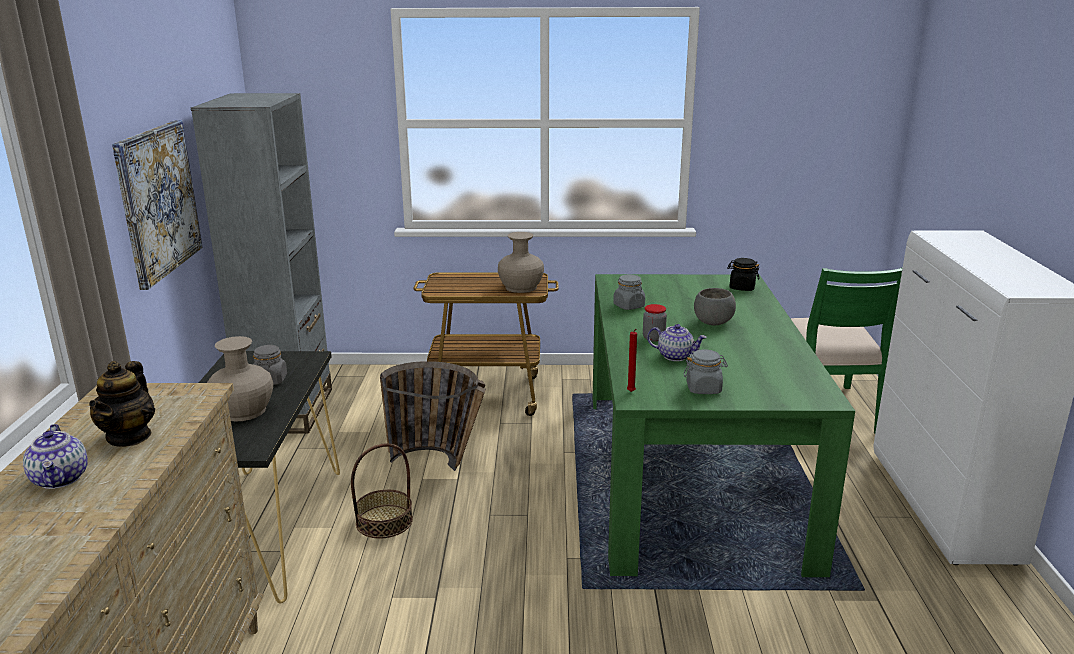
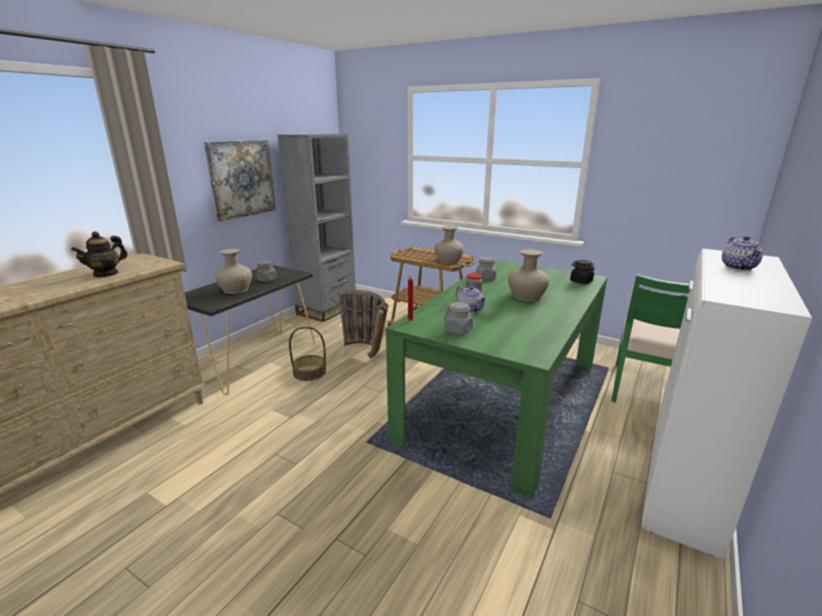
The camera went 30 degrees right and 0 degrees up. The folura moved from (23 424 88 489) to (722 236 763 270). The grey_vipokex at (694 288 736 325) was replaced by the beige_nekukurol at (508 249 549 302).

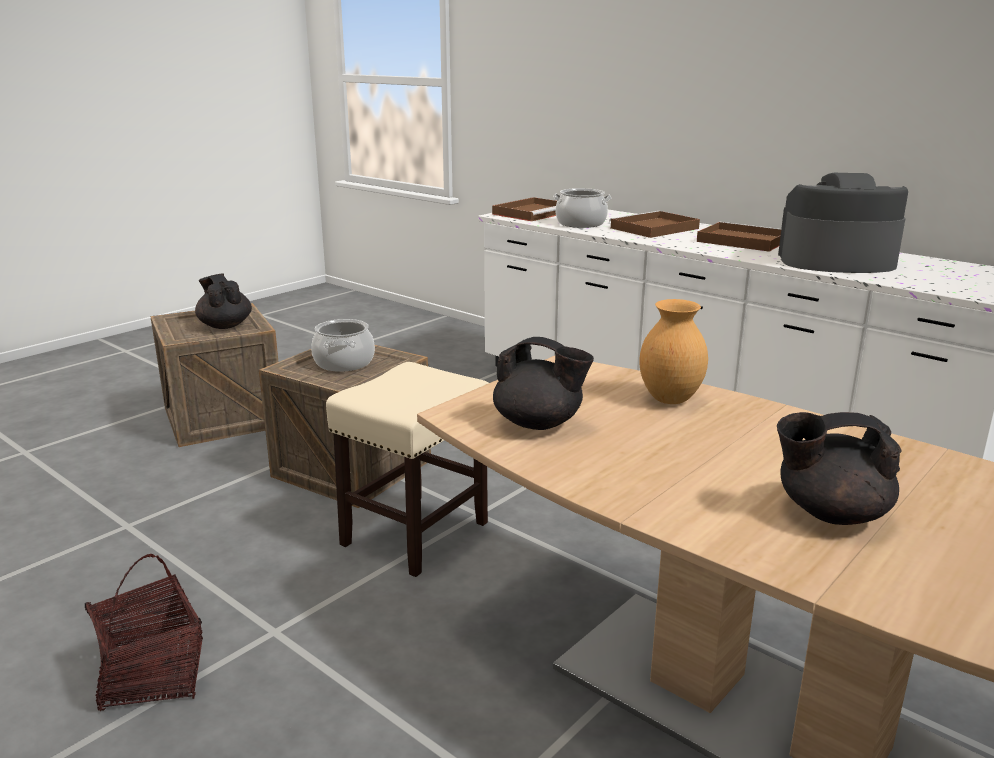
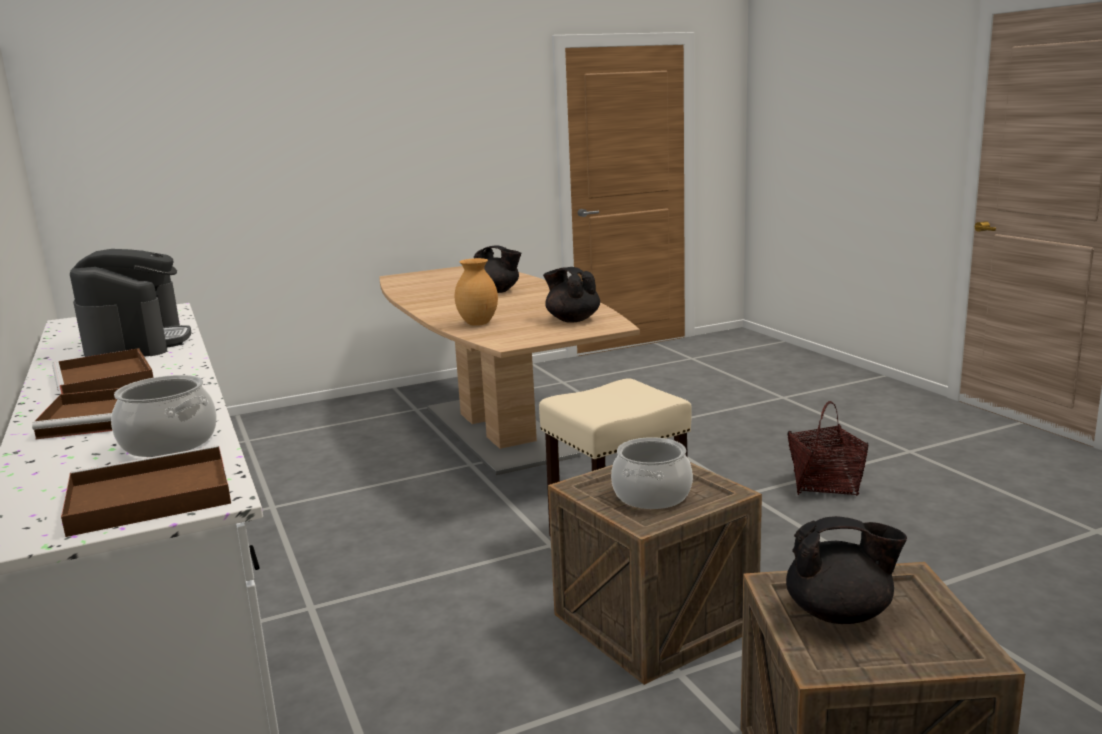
The camera went 155 degrees left and 5 degrees down. The black_folura at (195 273 252 329) turned 75 degrees counterclockwise. The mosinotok at (778 173 908 273) turned 135 degrees counterclockwise.

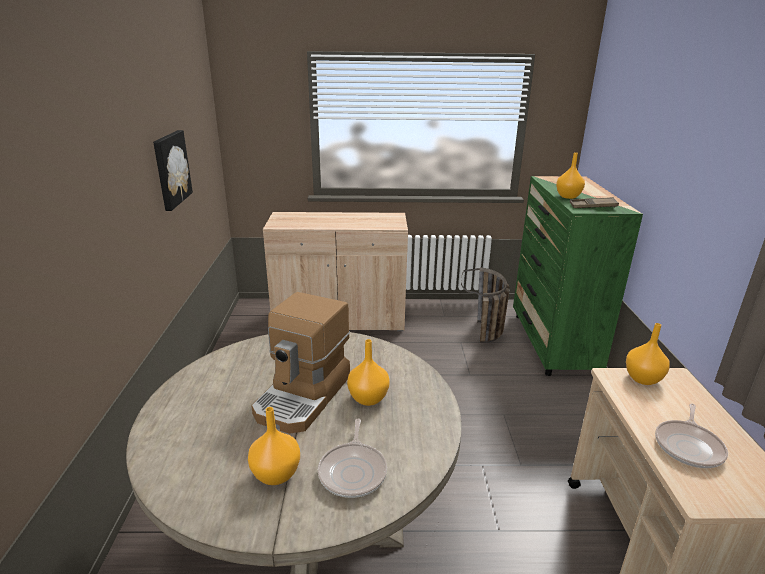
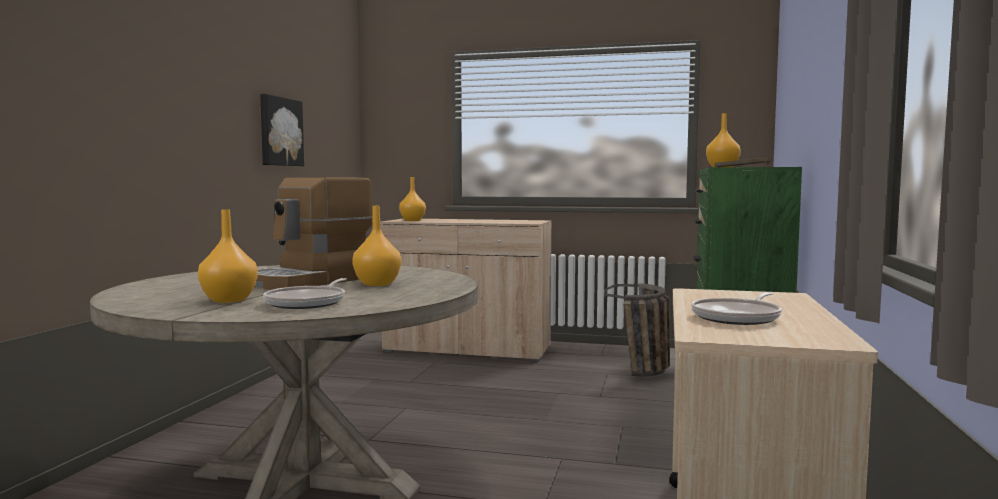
The camera went 15 degrees right and 20 degrees down. The orange_nekukurol moved from (626 323 670 385) to (399 177 426 221).

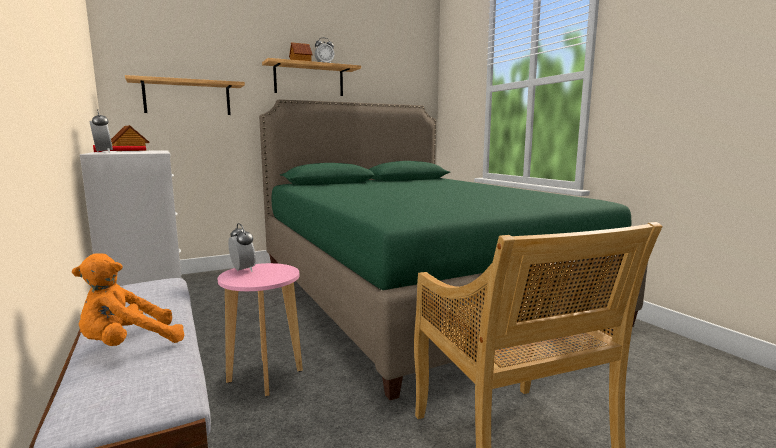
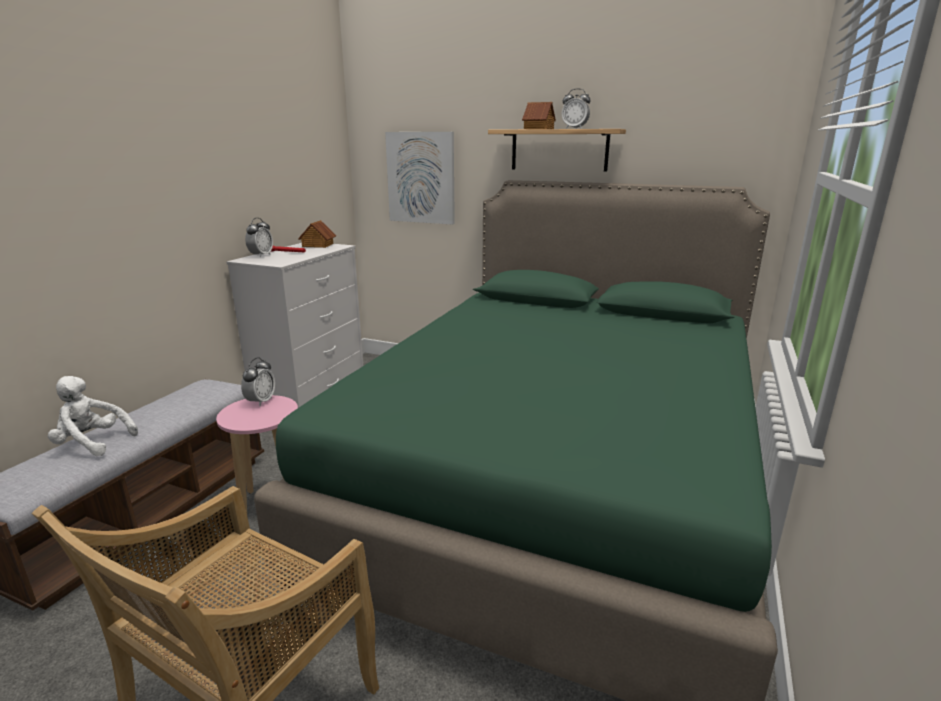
The camera went 50 degrees right and 10 degrees up. The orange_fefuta at (72 253 185 346) became the white_fefuta at (47 376 138 456). The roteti at (125 75 245 115) was replaced by the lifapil at (385 132 455 225).

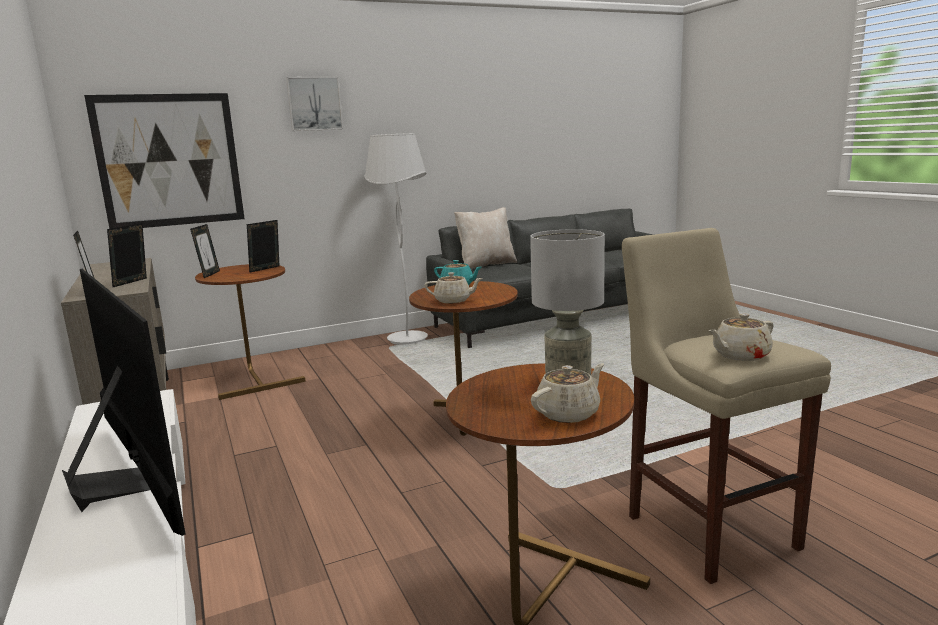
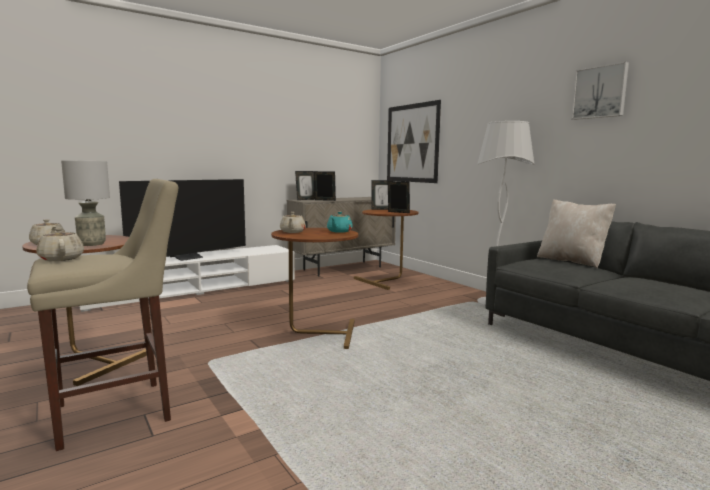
The camera went 80 degrees right and 5 degrees down. The lifapil moved from (286 77 343 131) to (572 62 629 120).

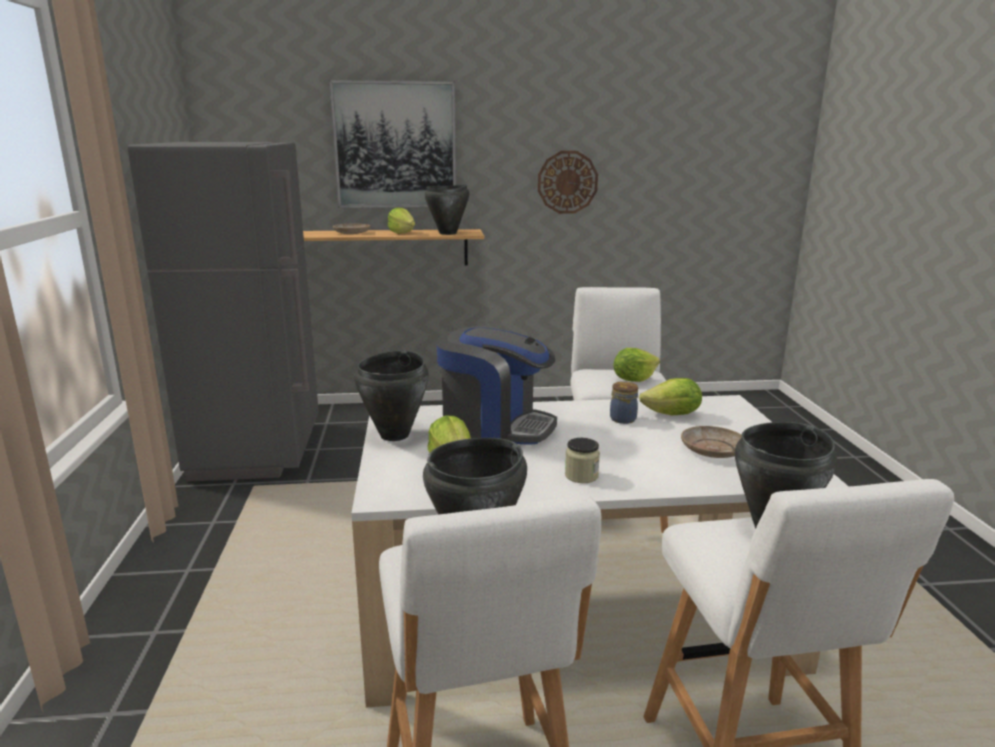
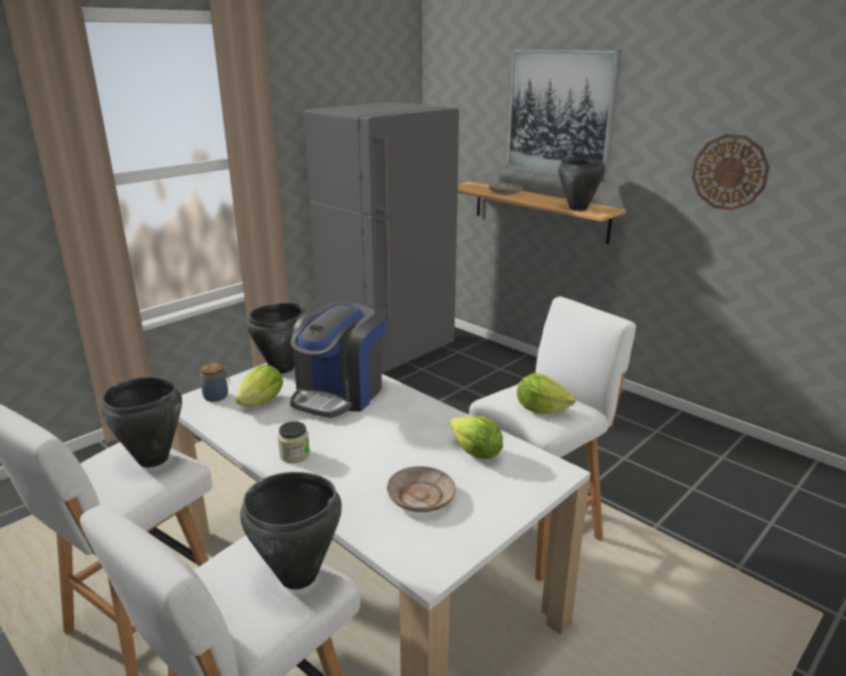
The camera went 50 degrees right and 5 degrees up. The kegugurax at (388 207 415 234) disappeared. The mosinotok at (437 326 557 445) turned 45 degrees clockwise. The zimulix moved from (610 381 638 424) to (200 363 230 402).

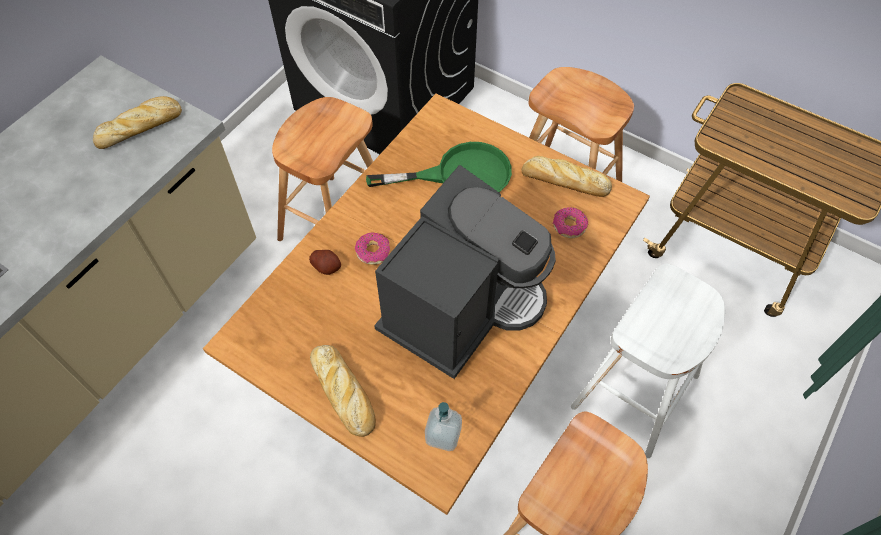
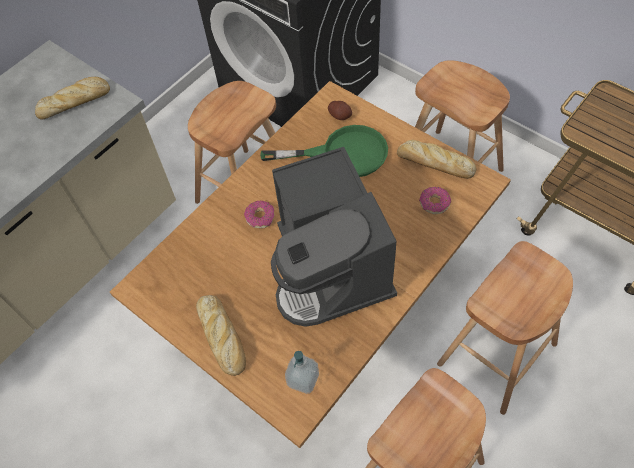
The camera went 10 degrees right and 0 degrees up. The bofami moved from (309 250 341 275) to (328 101 352 120). The mosinotok at (374 165 556 379) turned 120 degrees clockwise. The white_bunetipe at (571 264 725 458) became the brown_bunetipe at (437 241 573 415).

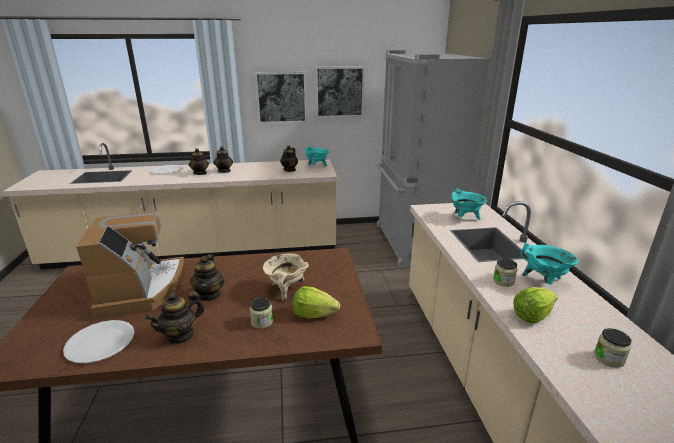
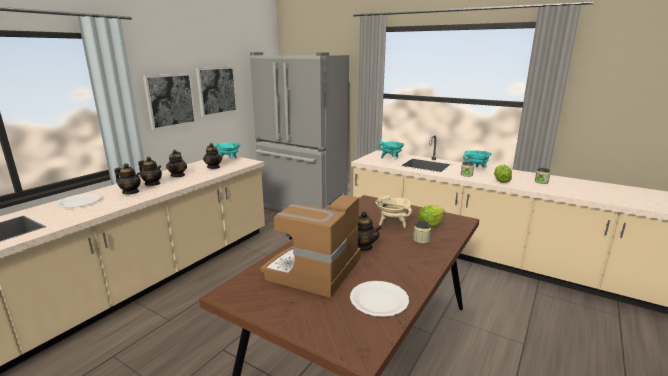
The camera went 50 degrees left and 5 degrees down. The mosinotok at (76 212 184 320) turned 90 degrees counterclockwise. The folura moved from (146 291 204 345) to (166 150 187 177).

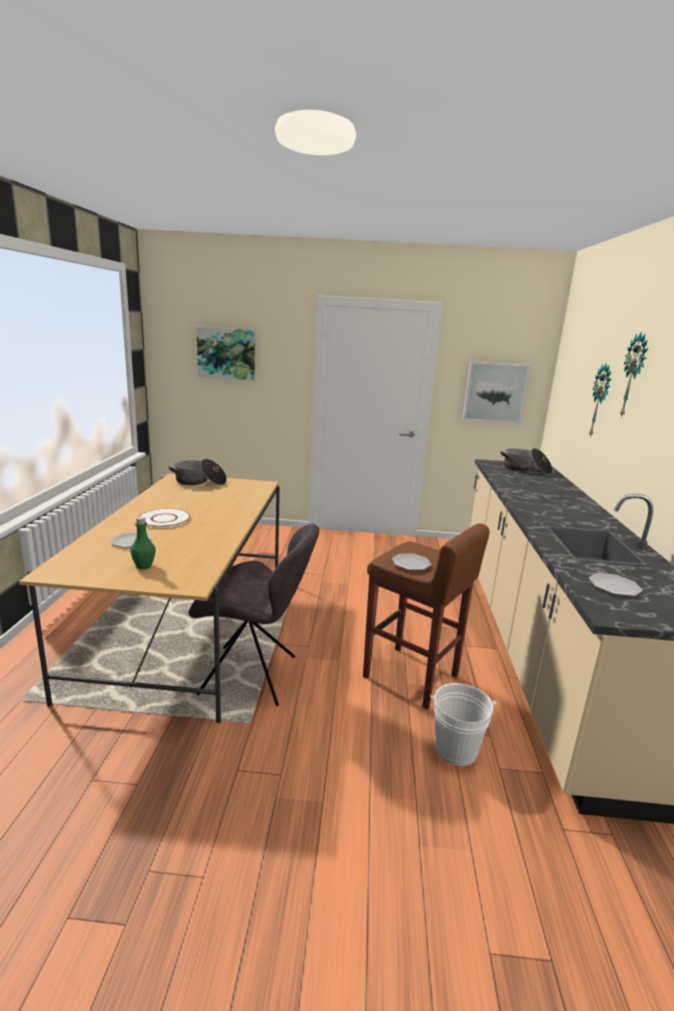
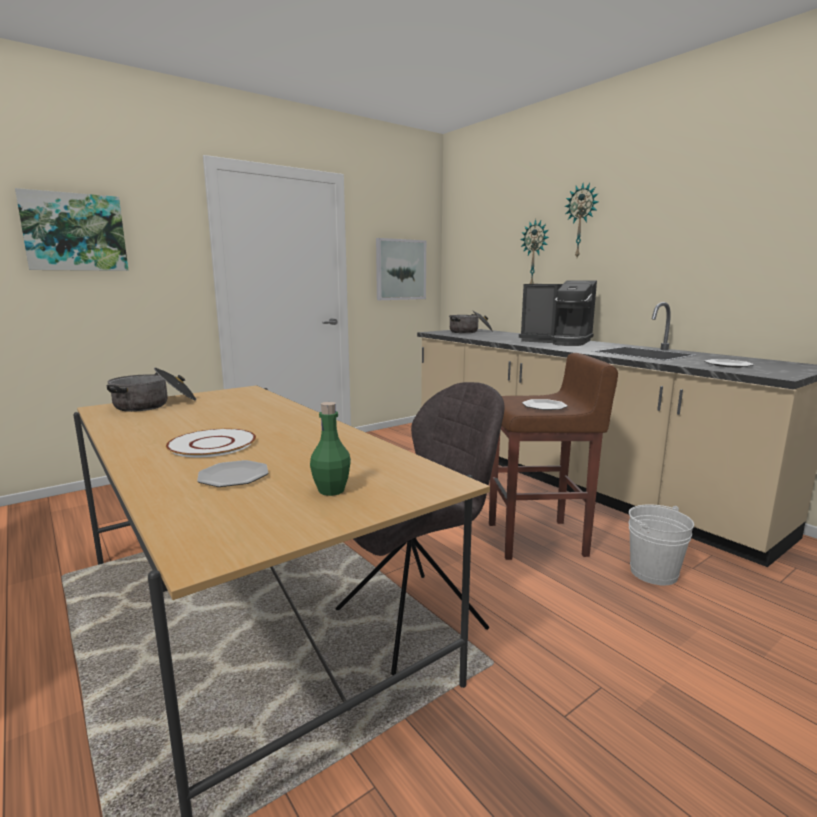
The camera went 40 degrees left and 5 degrees down. The mosinotok at (519 280 597 346) appeared.

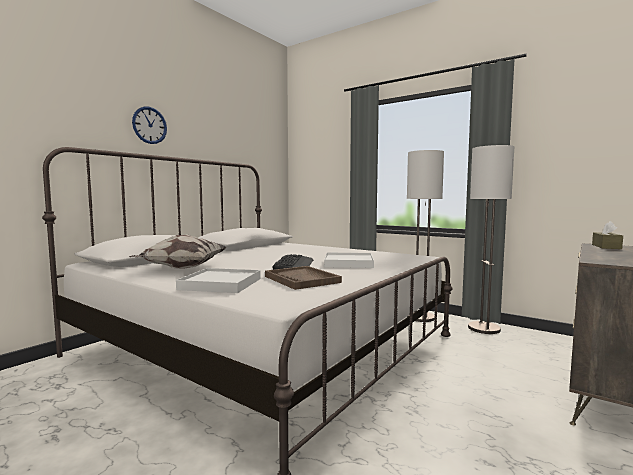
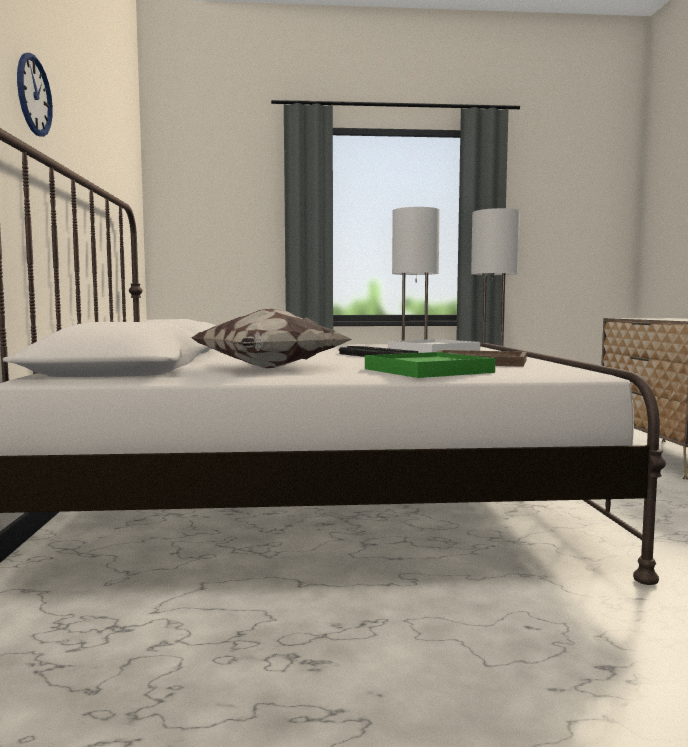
The camera went 40 degrees left and 0 degrees up. The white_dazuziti at (176 268 261 293) became the green_dazuziti at (365 352 495 378). The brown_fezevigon at (592 221 623 249) disappeared.

